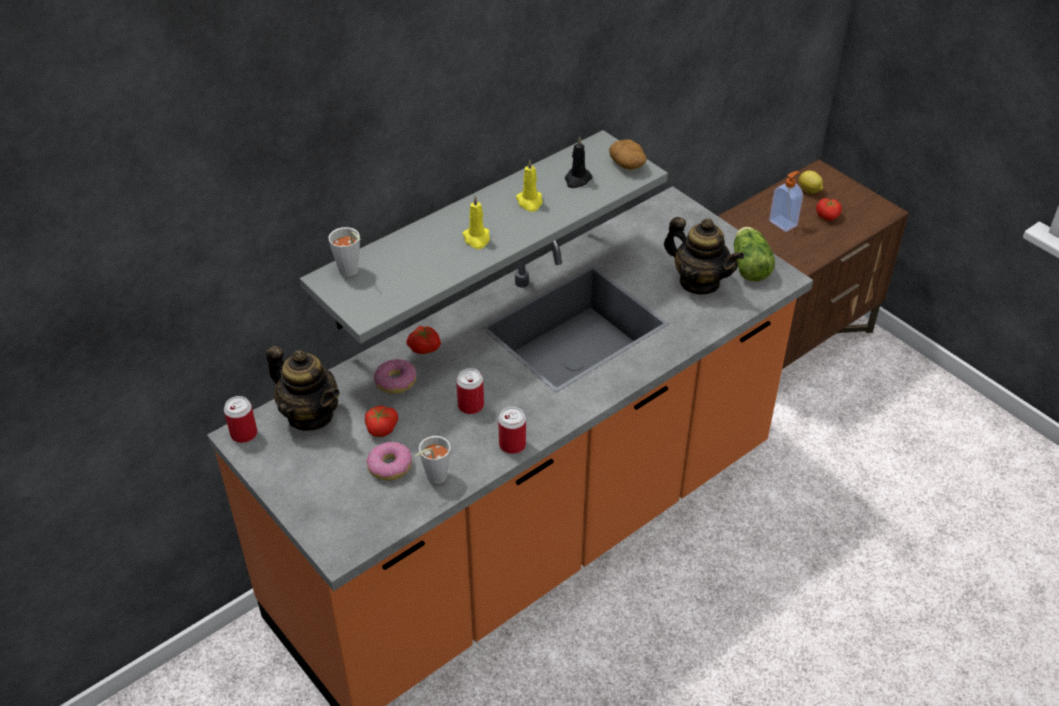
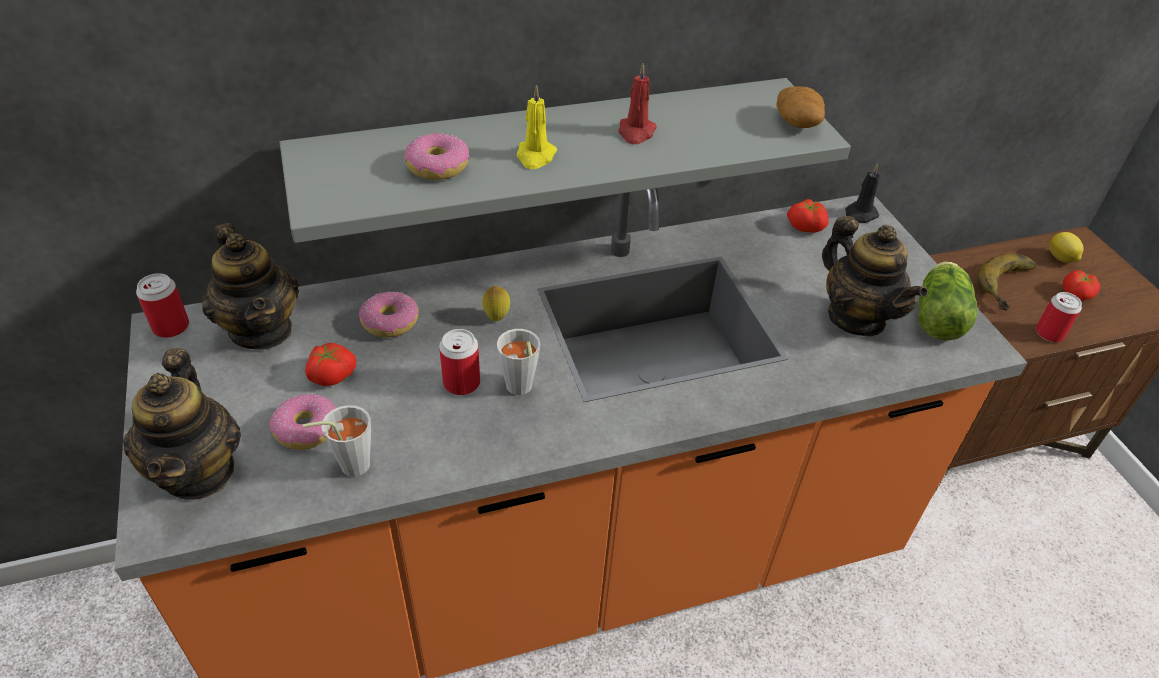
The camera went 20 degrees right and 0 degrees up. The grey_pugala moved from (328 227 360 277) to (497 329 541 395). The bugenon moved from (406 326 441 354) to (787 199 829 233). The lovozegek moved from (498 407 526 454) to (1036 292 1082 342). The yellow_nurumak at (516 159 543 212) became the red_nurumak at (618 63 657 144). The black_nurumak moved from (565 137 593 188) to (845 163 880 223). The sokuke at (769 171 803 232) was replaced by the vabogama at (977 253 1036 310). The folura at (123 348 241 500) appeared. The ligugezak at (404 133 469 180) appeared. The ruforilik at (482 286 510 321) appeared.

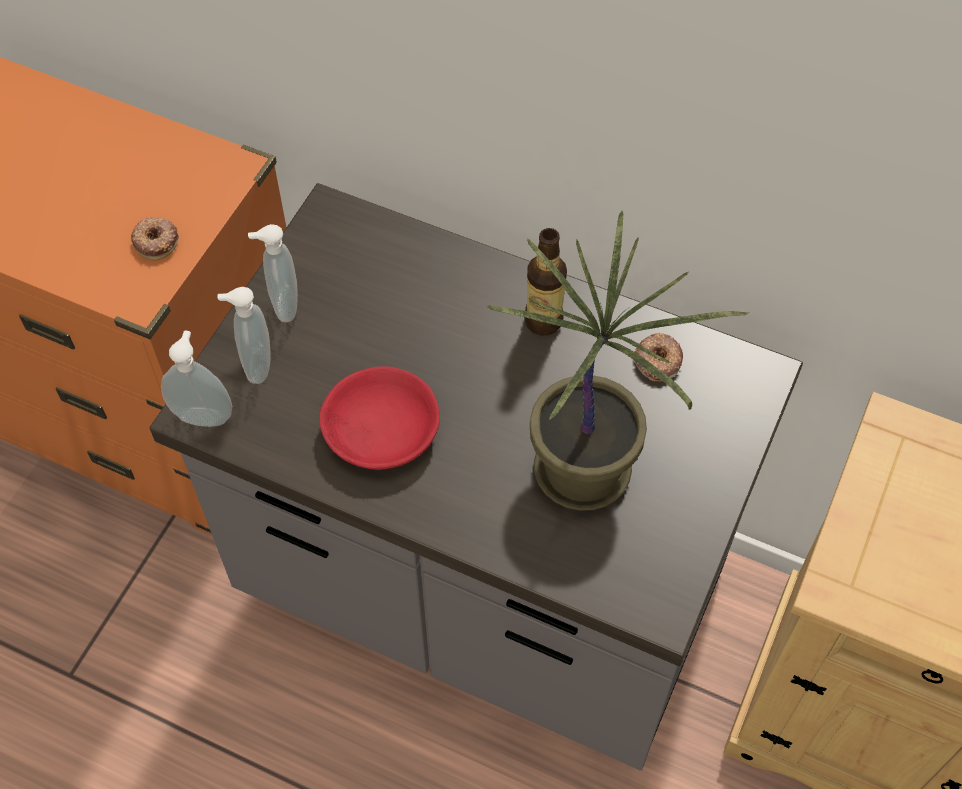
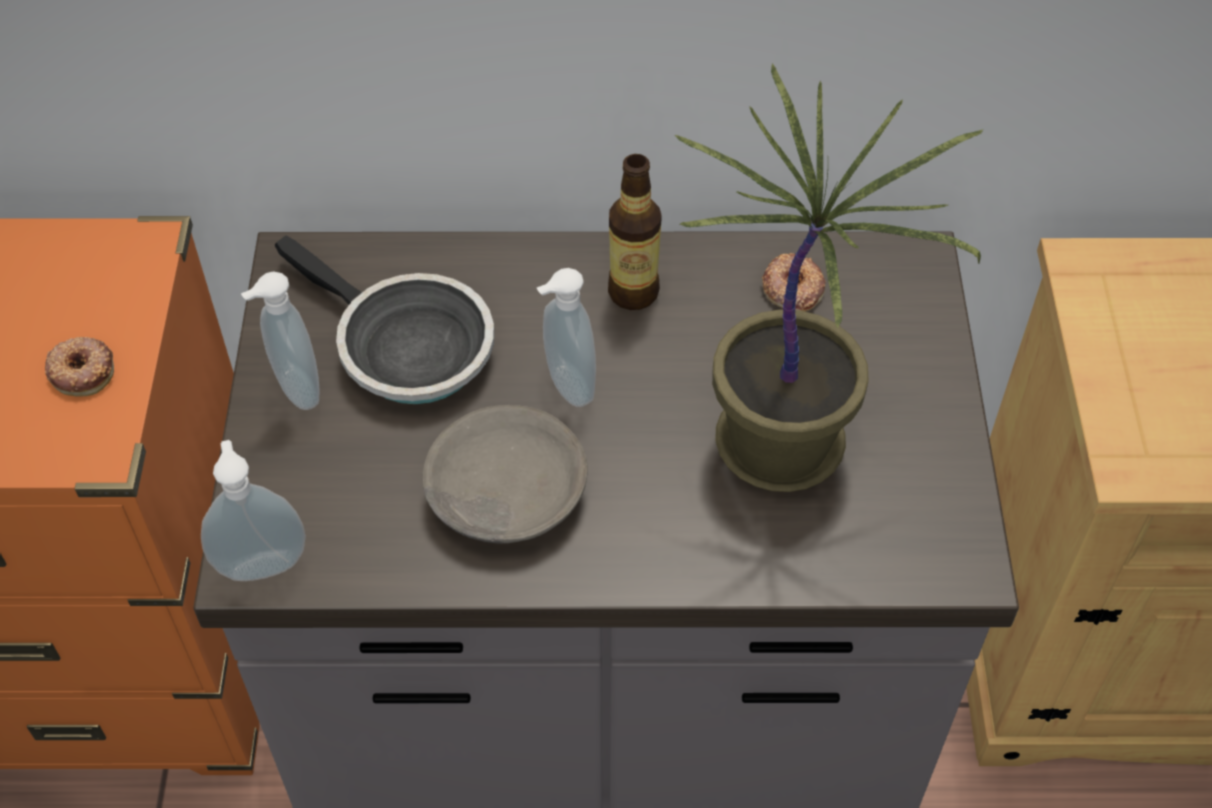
The camera went 25 degrees left and 5 degrees down. The sokuke moved from (217 287 270 384) to (537 268 596 407). The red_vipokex at (319 366 440 470) became the grey_vipokex at (423 405 588 544). The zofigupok at (274 235 494 404) appeared.

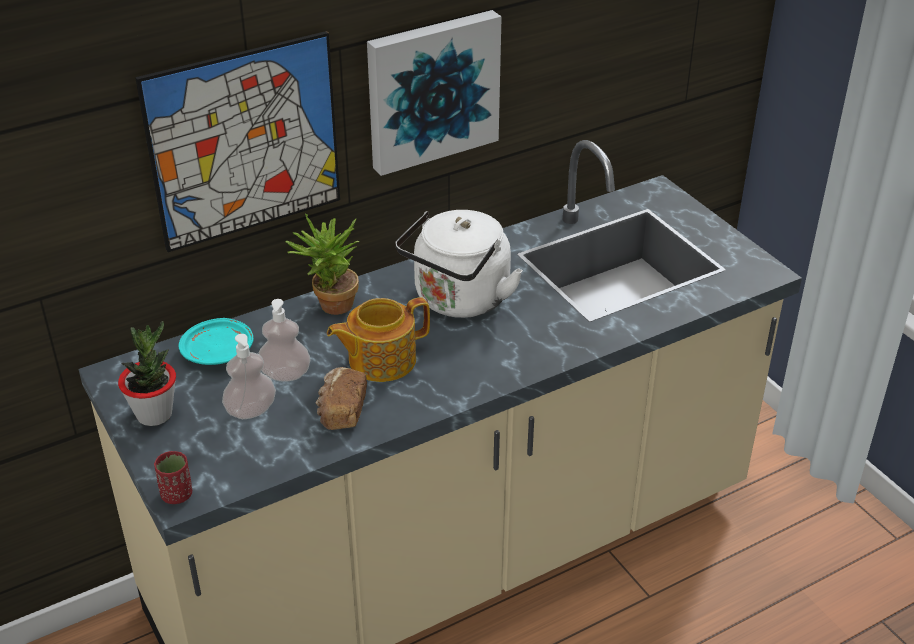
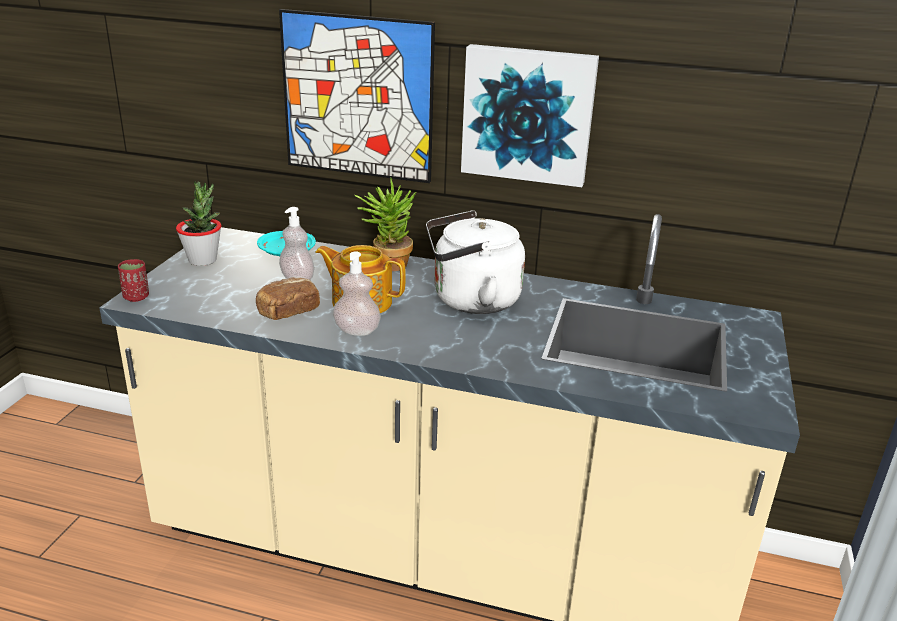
The camera went 45 degrees right and 10 degrees down. The sokuke moved from (222 334 276 419) to (333 252 381 336).

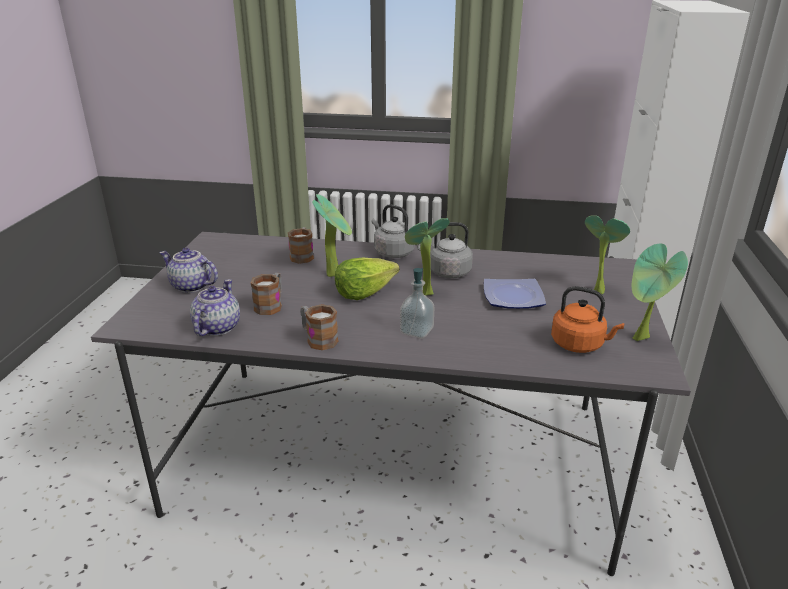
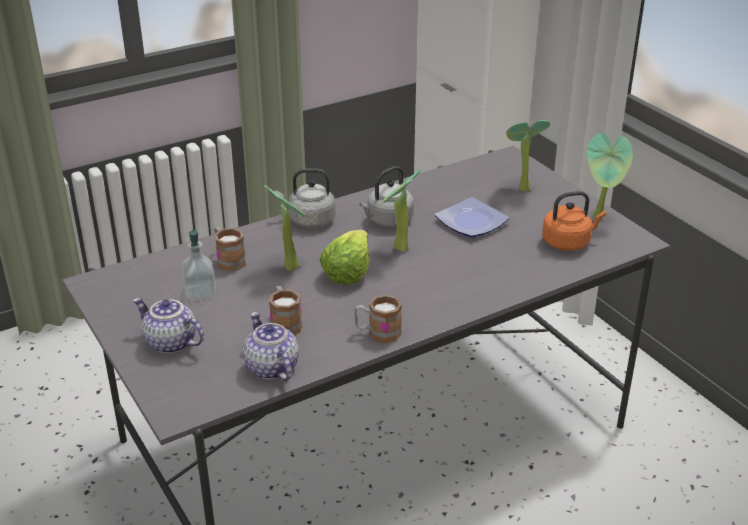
The camera went 40 degrees left and 5 degrees up. The folura at (159 248 218 293) turned 45 degrees clockwise. The sokuke moved from (400 268 434 338) to (182 230 216 300).

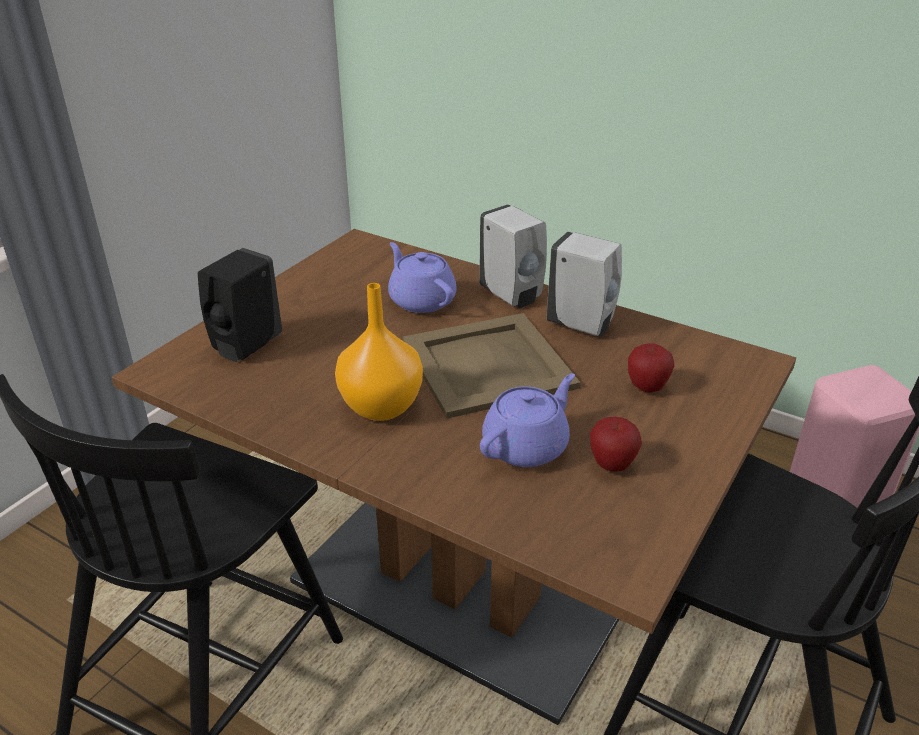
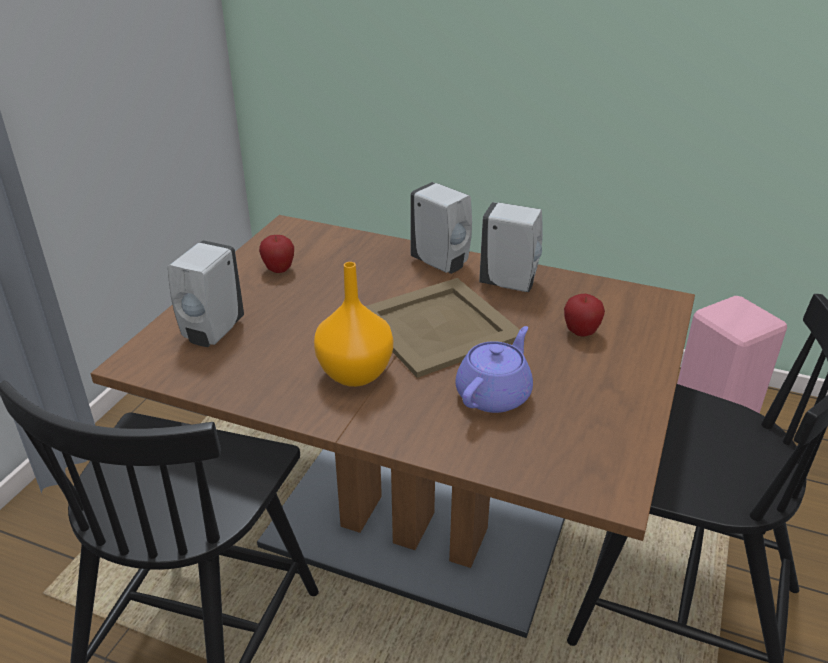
The camera went 10 degrees left and 0 degrees up. The black_sokuke at (198 248 282 362) became the white_sokuke at (168 240 244 347). The purple_folura at (388 242 457 313) disappeared. The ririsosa moved from (590 417 642 472) to (259 235 294 273).

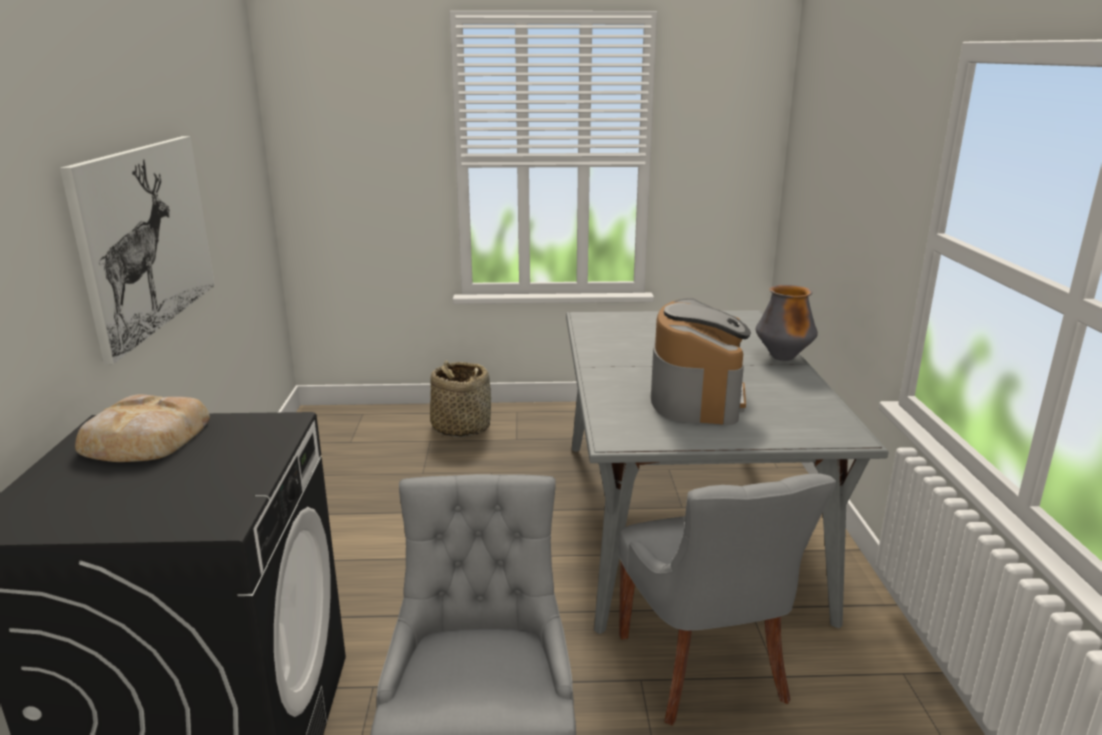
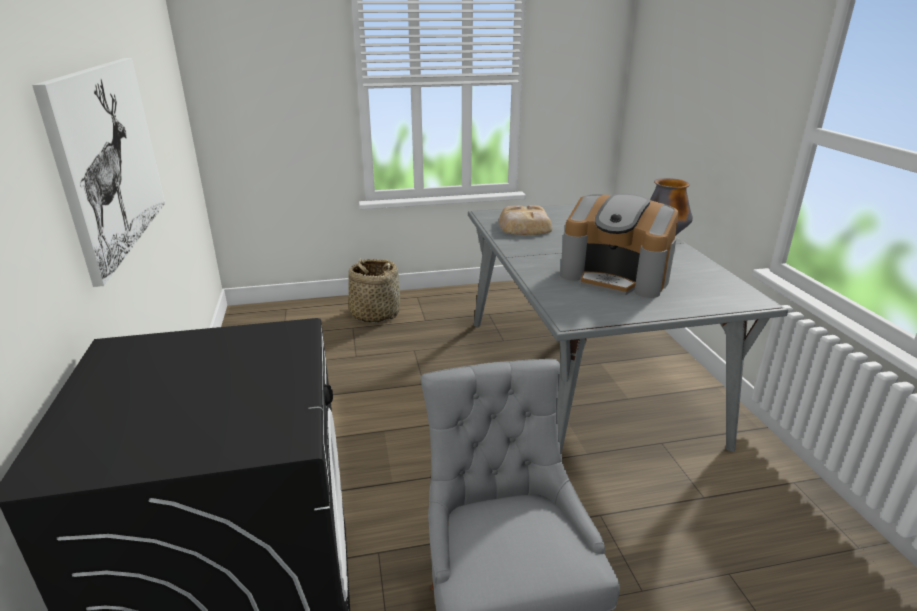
The camera went 10 degrees left and 5 degrees up. The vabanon moved from (75 394 210 462) to (499 205 553 235). The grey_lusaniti at (618 474 837 726) disappeared. The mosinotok at (651 298 751 425) turned 120 degrees clockwise.

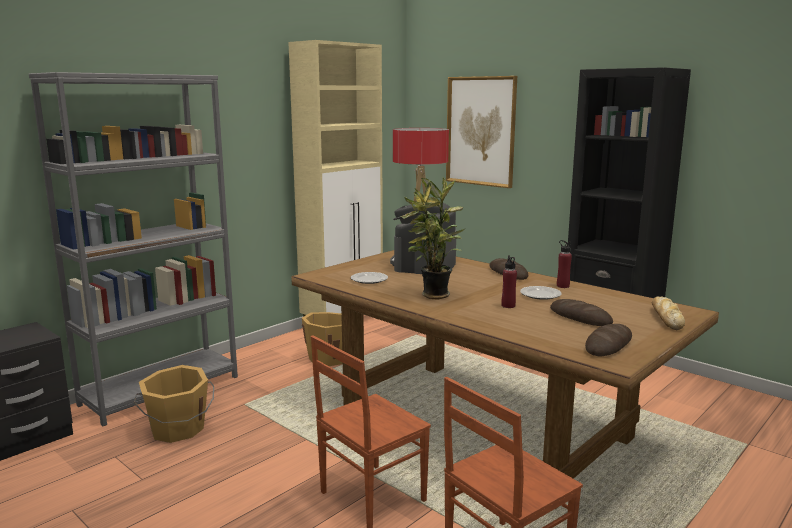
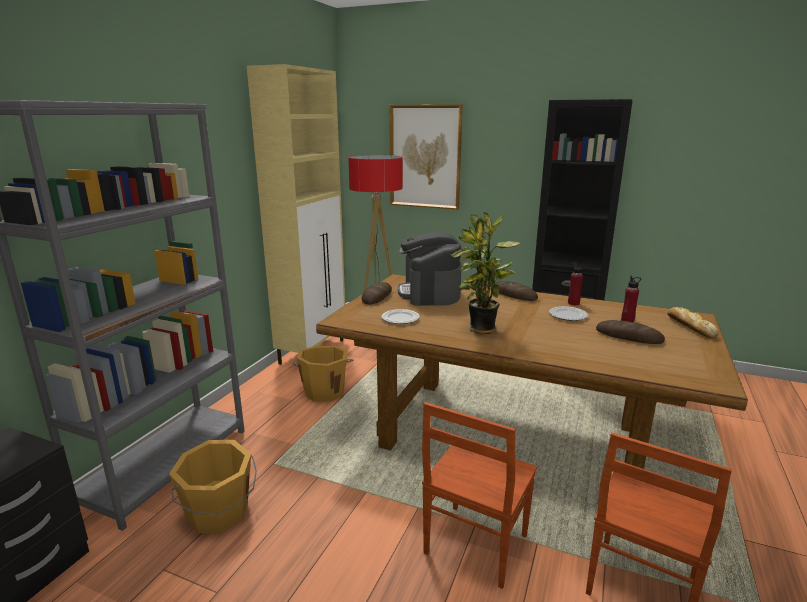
The camera went 20 degrees left and 5 degrees up. The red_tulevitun moved from (501 256 517 308) to (621 276 641 322). The vabanon moved from (585 324 632 357) to (362 282 392 305).

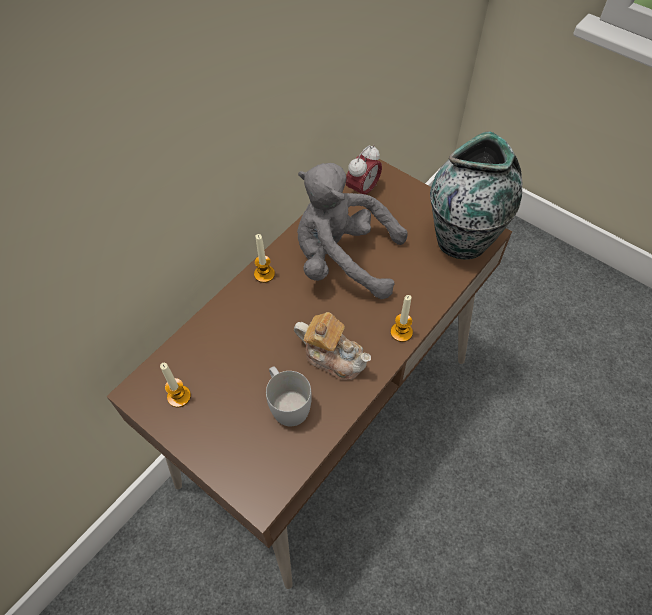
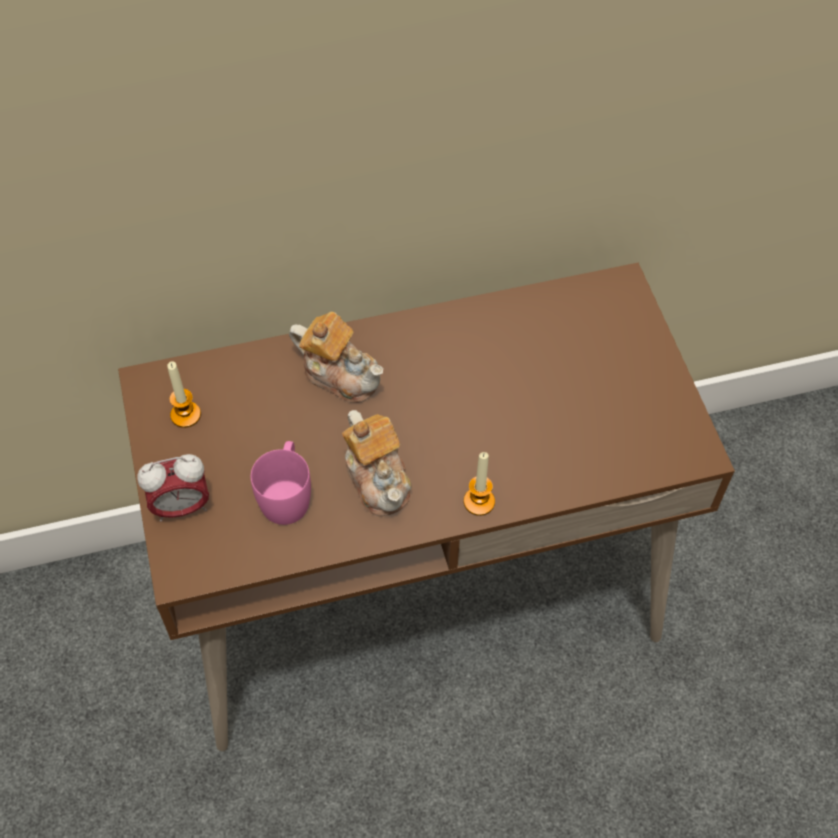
The camera went 35 degrees right and 0 degrees up. The nurumak at (254 234 275 283) disappeared. The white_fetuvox at (266 366 312 426) became the pink_fetuvox at (251 441 311 525). The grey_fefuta at (297 163 408 299) disappeared. The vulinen moved from (346 145 382 195) to (137 454 209 522). The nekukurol at (430 131 522 259) disappeared. The folura at (289 312 383 403) appeared.

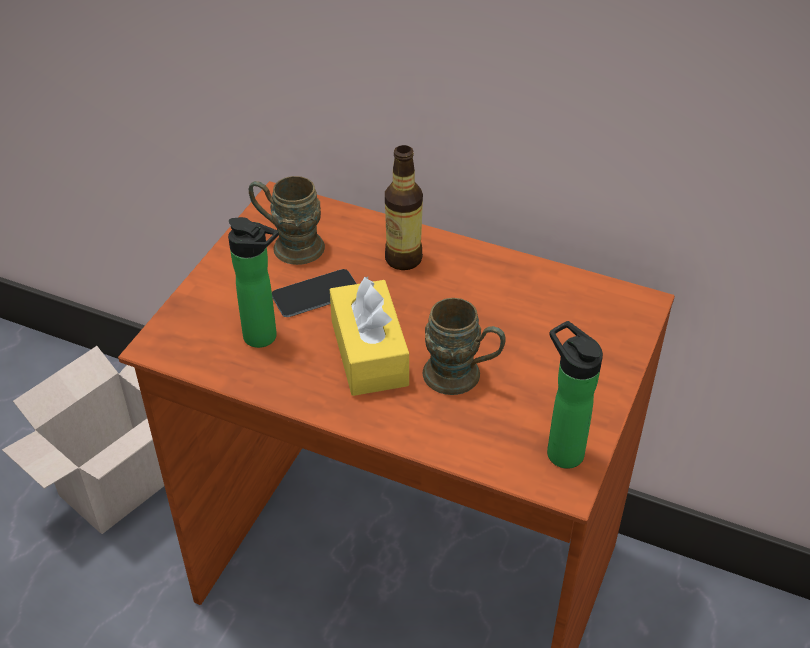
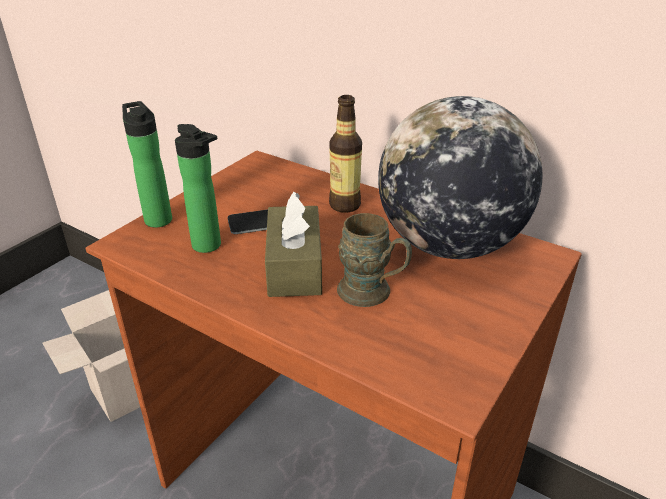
The camera went 10 degrees right and 10 degrees down. The brown_fetuvox at (249 176 325 265) disappeared. The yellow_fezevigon at (330 277 409 396) became the brown_fezevigon at (265 191 322 297). The tulevitun moved from (547 321 603 469) to (122 101 172 228). The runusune at (378 96 542 259) appeared.

